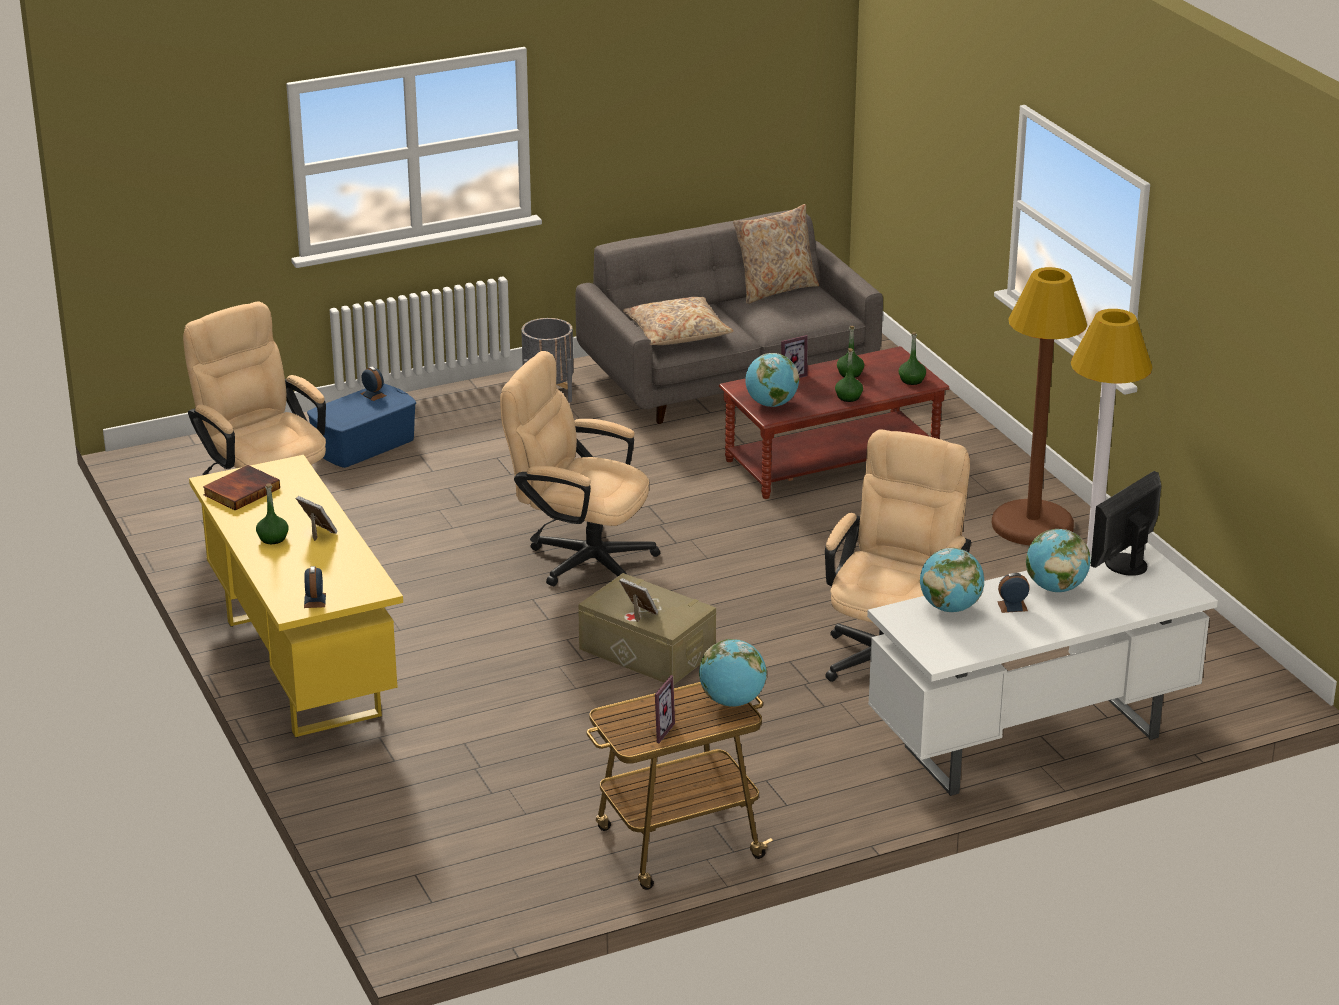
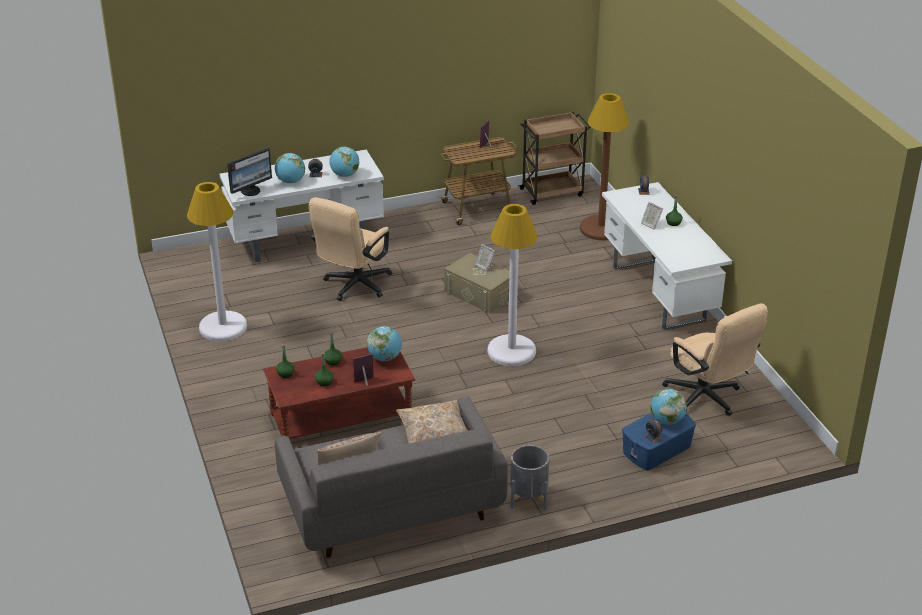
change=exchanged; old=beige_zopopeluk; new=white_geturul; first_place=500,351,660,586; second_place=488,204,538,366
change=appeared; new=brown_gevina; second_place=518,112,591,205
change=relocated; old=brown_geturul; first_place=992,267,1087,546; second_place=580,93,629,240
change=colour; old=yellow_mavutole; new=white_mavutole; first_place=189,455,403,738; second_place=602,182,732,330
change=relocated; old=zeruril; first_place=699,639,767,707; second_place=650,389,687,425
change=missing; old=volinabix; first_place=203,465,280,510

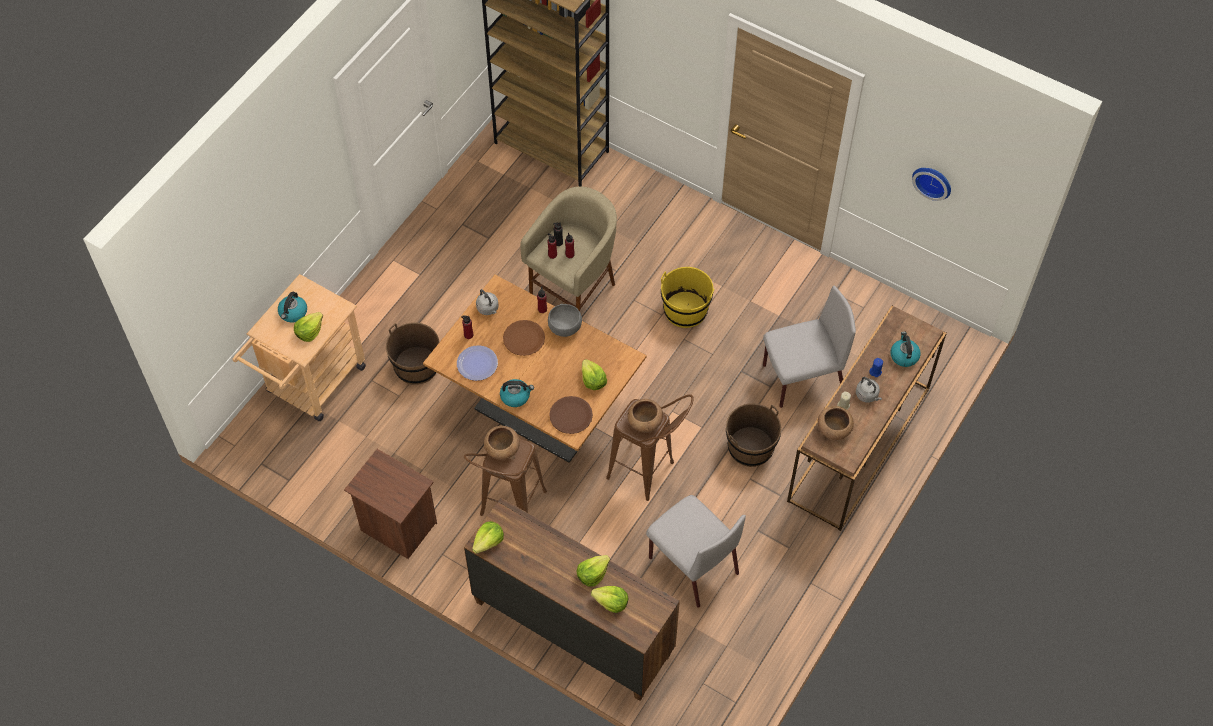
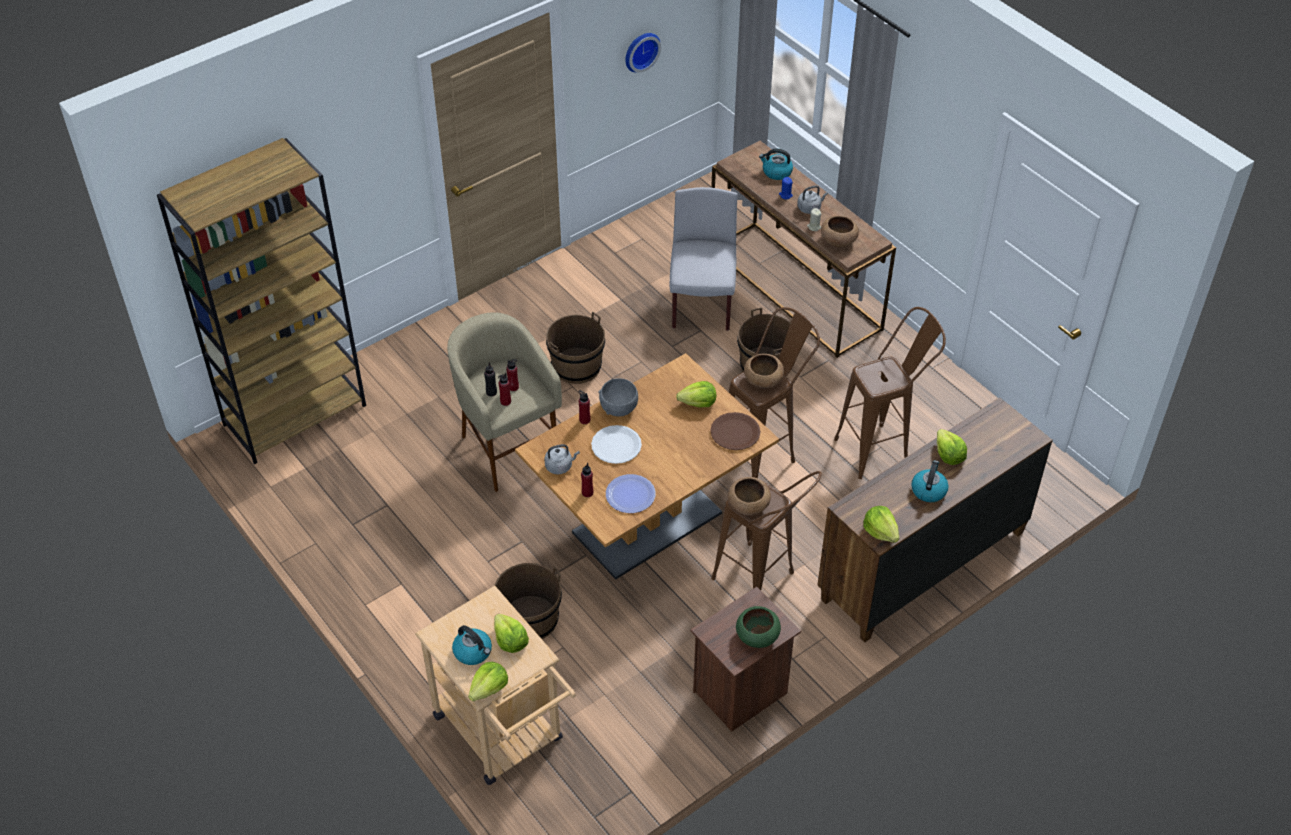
change=relocated; old=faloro; first_place=591,586,629,613; second_place=468,662,508,701
change=colour; old=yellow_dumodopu; new=brown_dumodopu; first_place=661,267,714,328; second_place=546,312,605,384
change=colour; old=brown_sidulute; new=white_sidulute; first_place=503,320,545,356; second_place=591,425,642,464
change=appeared; new=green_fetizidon; second_place=736,606,781,648
change=exchanged; old=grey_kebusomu; new=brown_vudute; first_place=646,495,746,608; second_place=834,307,946,479
change=relocated; old=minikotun; first_place=500,379,534,407; second_place=911,460,949,502

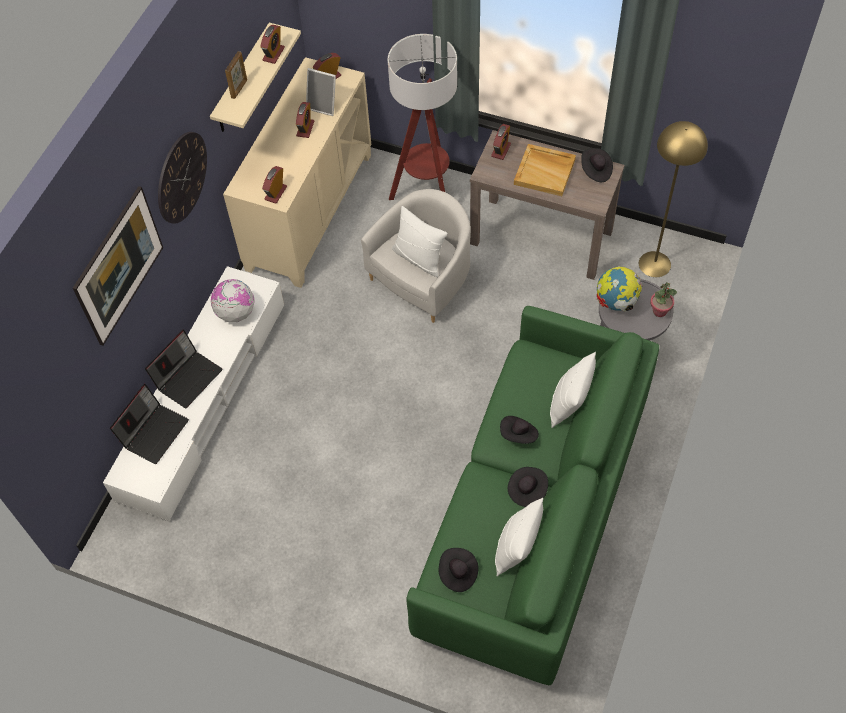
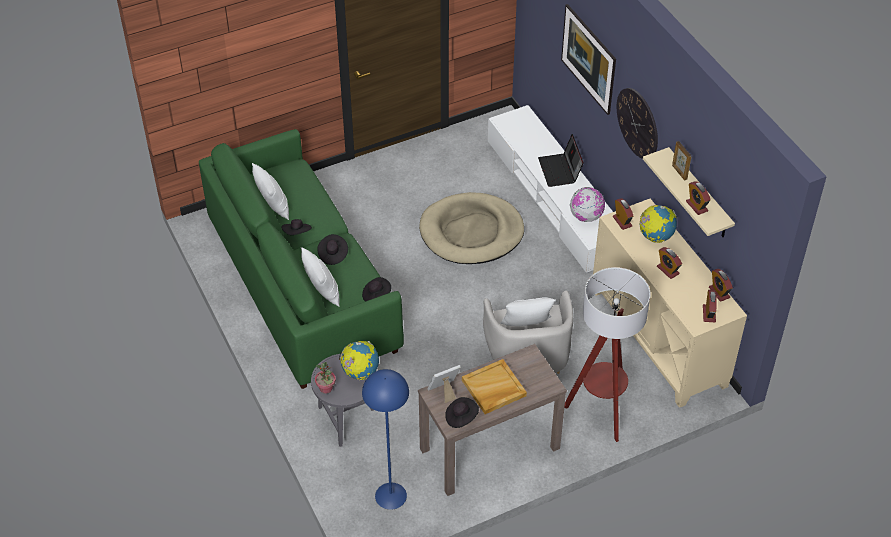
change=relocated; old=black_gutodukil; first_place=439,548,478,592; second_place=362,277,392,302
change=colour; old=yellow_geturul; new=blue_geturul; first_place=639,121,708,277; second_place=362,369,409,510
change=appeared; new=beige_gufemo; second_place=419,192,524,264
change=relocated; old=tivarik; first_place=306,68,336,116; second_place=428,365,461,403
change=appeared; new=zeruril; second_place=640,205,677,243
change=relocated; old=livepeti; first_place=491,124,511,160; second_place=709,269,733,302
change=missing; old=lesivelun; first_place=110,384,189,464

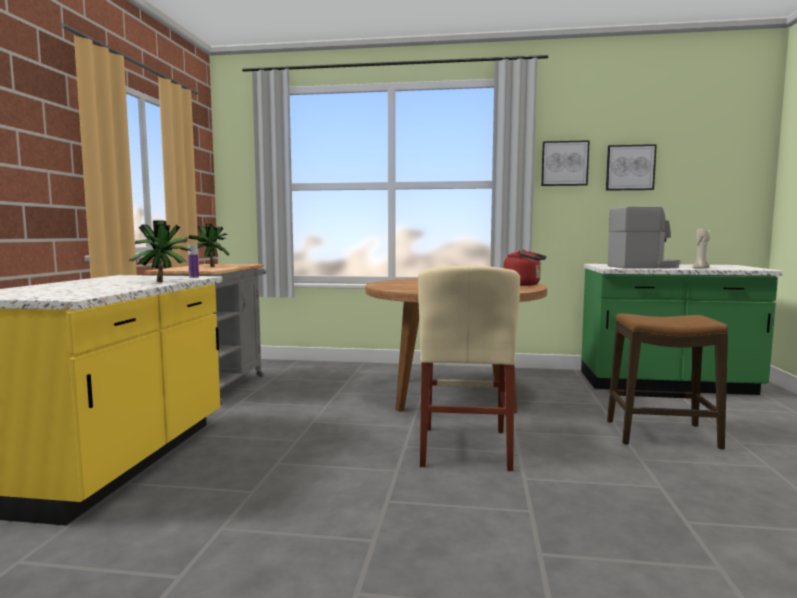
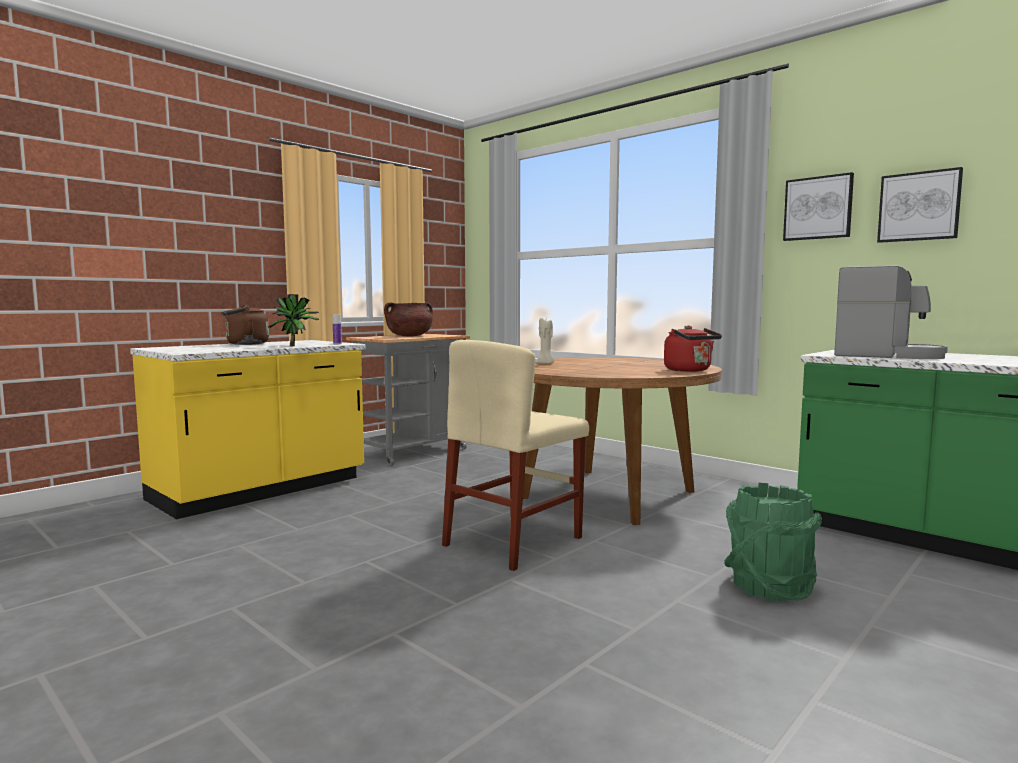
change=appeared; new=brown_minikotun; second_place=221,305,269,345
change=exchanged; old=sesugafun; new=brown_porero; first_place=189,224,230,267; second_place=384,302,433,336
change=relocated; old=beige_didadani; first_place=693,228,710,269; second_place=536,318,554,364
change=exchanged; old=vudute; new=green_dumodopu; first_place=607,314,728,450; second_place=724,483,822,601

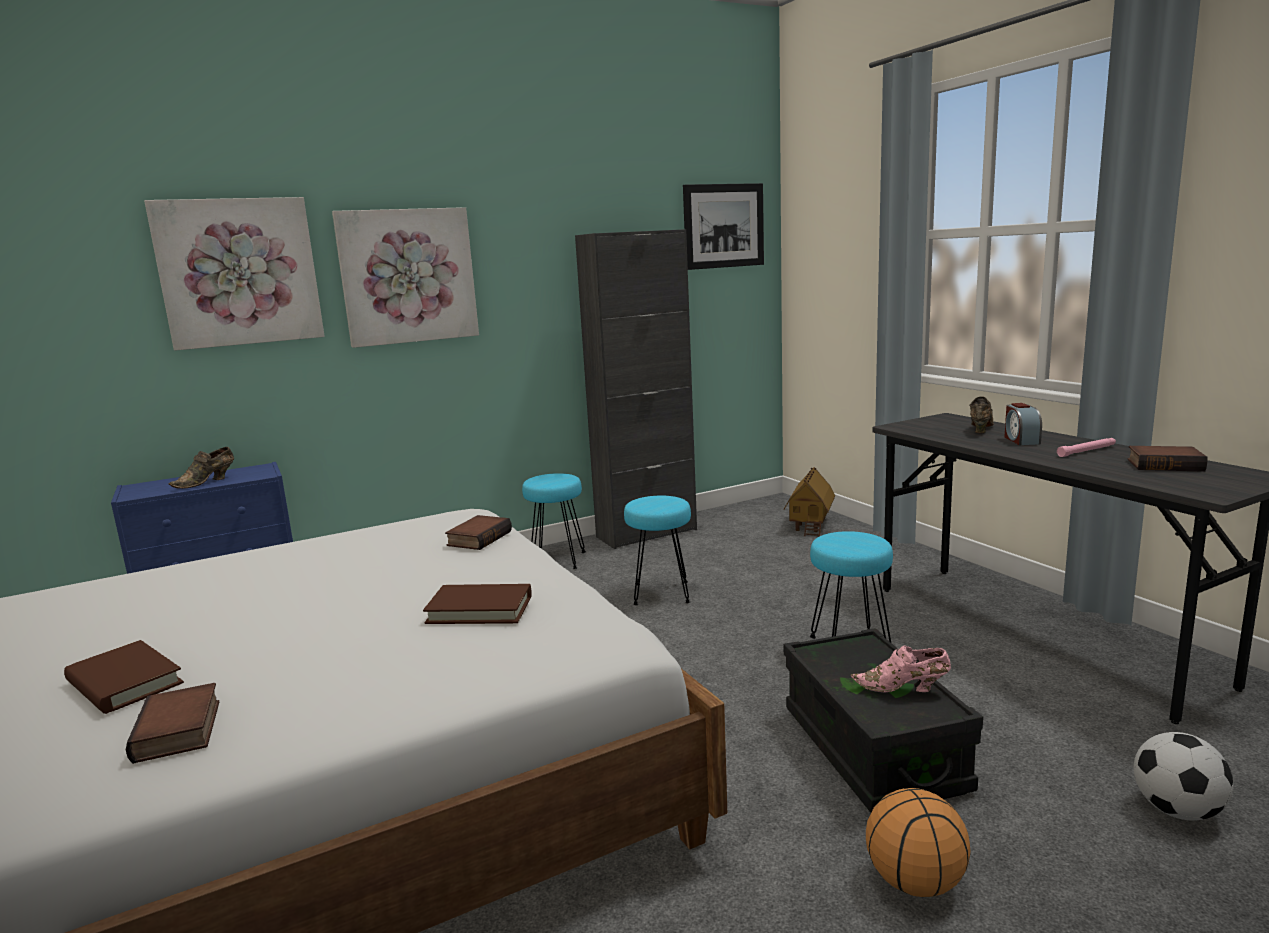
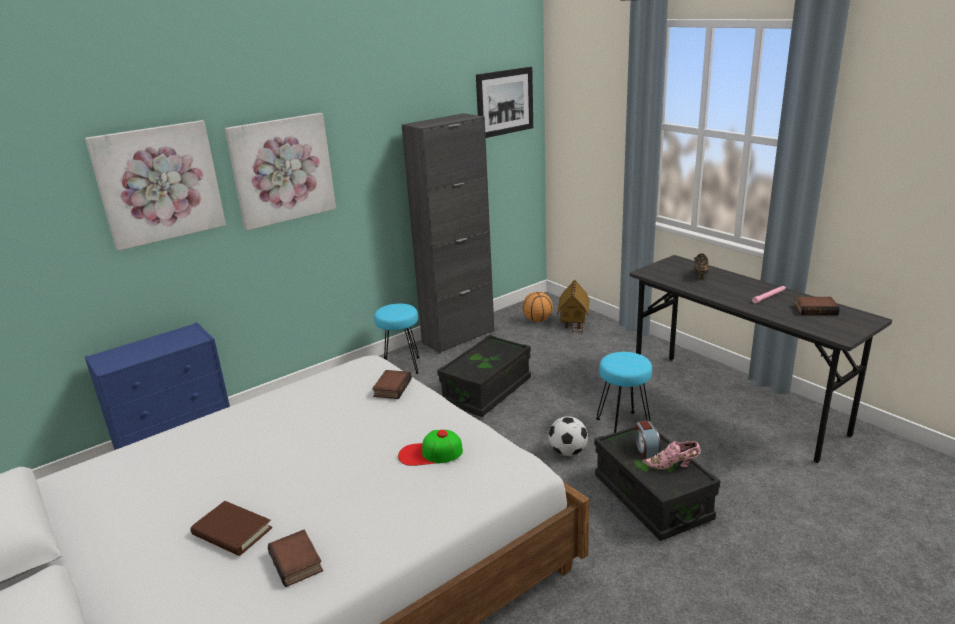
change=exchanged; old=brown_volinabix; new=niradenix; first_place=423,584,532,624; second_place=398,430,463,466
change=exchanged; old=turquoise_vudute; new=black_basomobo; first_place=624,496,691,605; second_place=437,335,531,417
change=relocated; old=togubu; first_place=866,788,971,897; second_place=522,292,553,322
change=relocated; old=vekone; first_place=1134,732,1233,821; second_place=549,416,588,456
change=relocated; old=livepeti; first_place=1004,403,1042,445; second_place=635,420,661,459
change=missing; old=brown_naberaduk; first_place=168,447,234,489

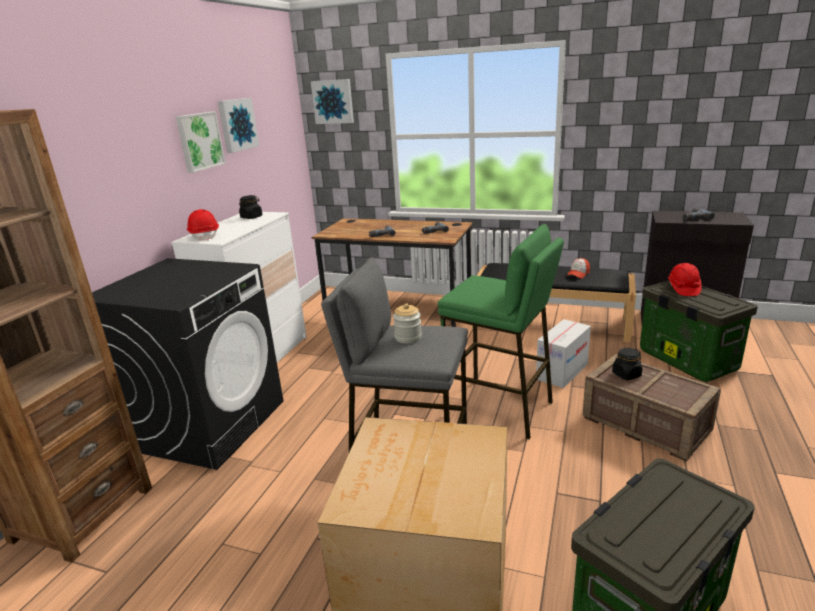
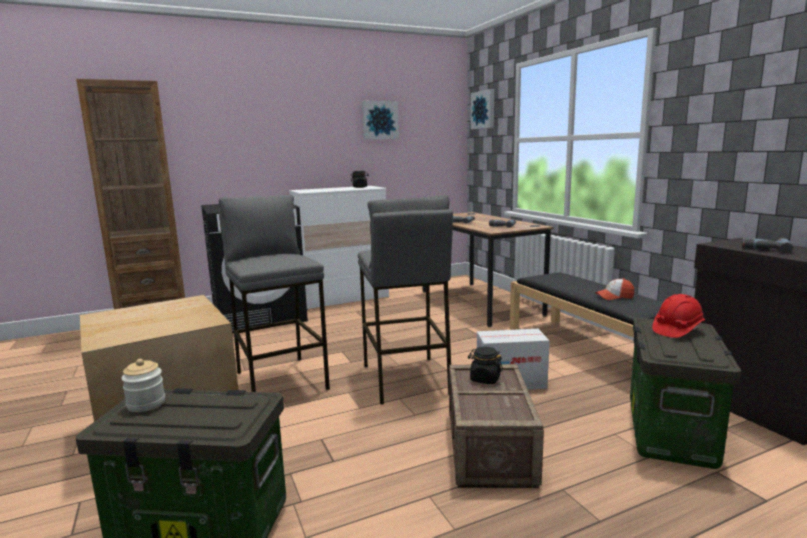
change=relocated; old=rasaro; first_place=393,303,422,343; second_place=121,359,165,412
change=colour; old=green_vudute; new=grey_vudute; first_place=437,224,564,439; second_place=358,195,453,405
change=missing; old=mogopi; first_place=176,111,226,173
change=missing; old=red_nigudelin; first_place=187,209,219,241

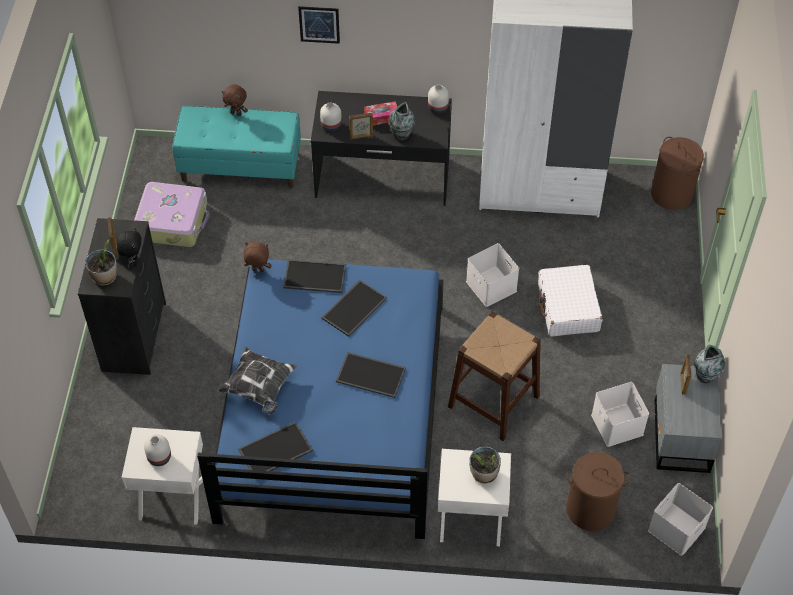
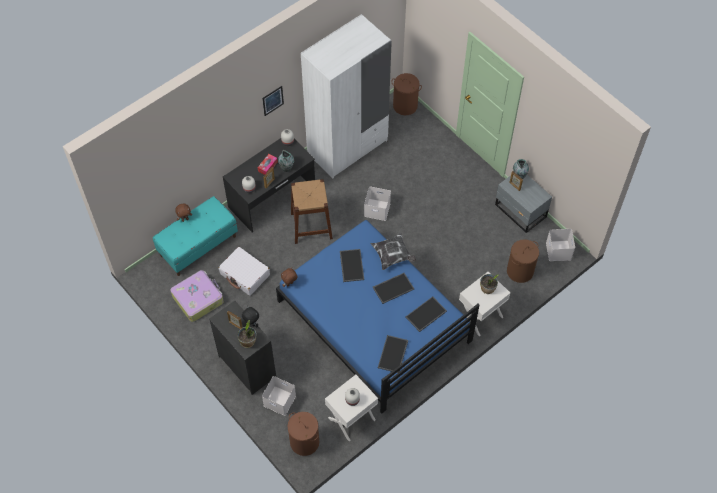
change=relocated; old=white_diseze; first_place=538,265,602,336; second_place=219,247,270,296
change=relocated; old=mogopi; first_place=298,6,340,44; second_place=262,86,284,116
change=relocated; old=white_basomobo; first_place=591,382,649,447; second_place=262,376,296,416
change=appeared; new=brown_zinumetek; second_place=288,412,319,456
change=relocated; old=brown_vudute; first_place=448,312,541,441; second_place=291,179,333,244
change=relocated; old=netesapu; first_place=218,346,297,414; second_place=370,233,416,270
change=relocated; old=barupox; first_place=283,260,346,293; second_place=406,297,447,332

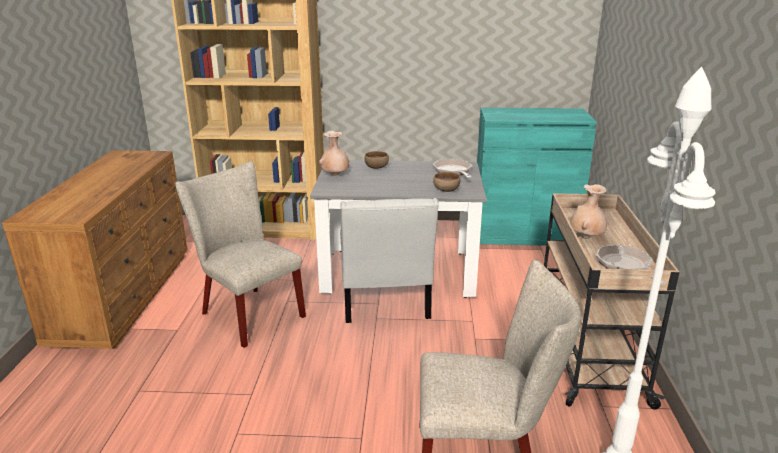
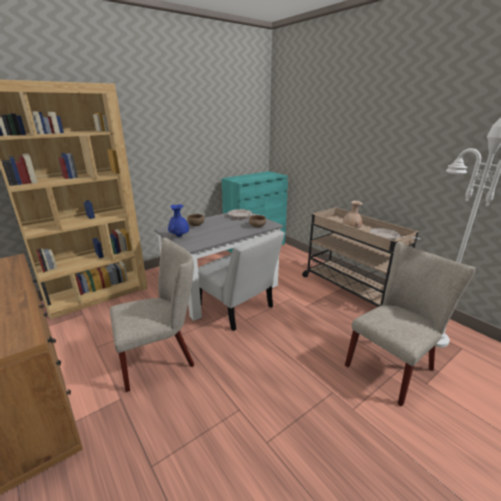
change=spun; old=beige_kebusomu; first_place=175,161,306,348; second_place=110,237,194,392; degrees=150
change=colour; old=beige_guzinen; new=blue_guzinen; first_place=319,131,350,176; second_place=168,204,189,237

